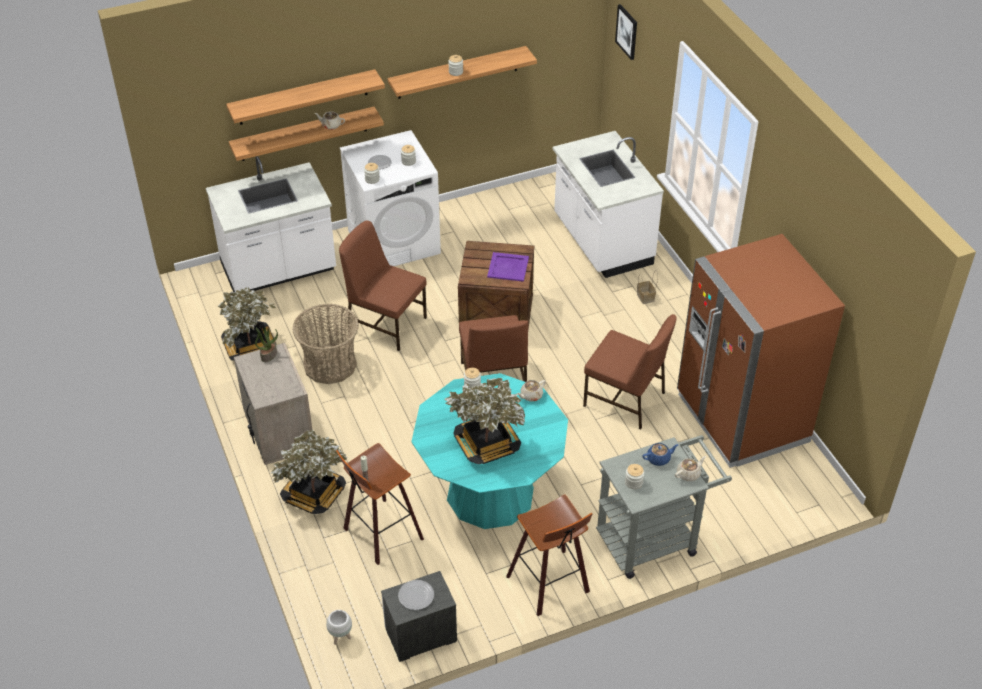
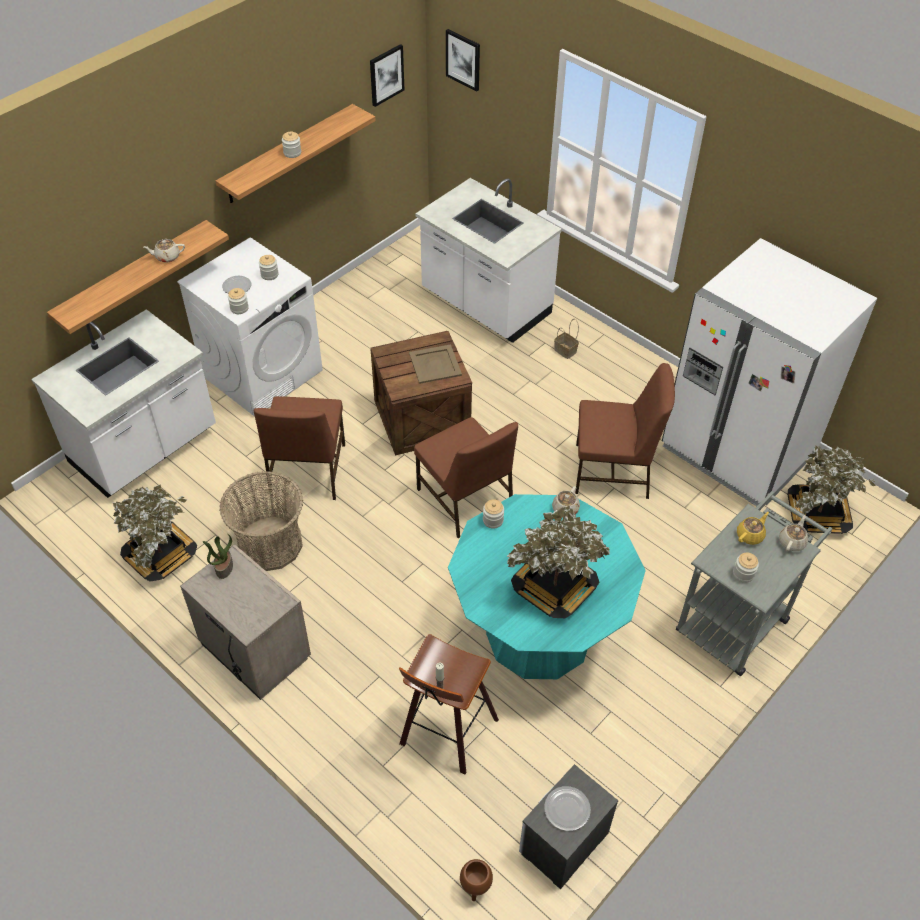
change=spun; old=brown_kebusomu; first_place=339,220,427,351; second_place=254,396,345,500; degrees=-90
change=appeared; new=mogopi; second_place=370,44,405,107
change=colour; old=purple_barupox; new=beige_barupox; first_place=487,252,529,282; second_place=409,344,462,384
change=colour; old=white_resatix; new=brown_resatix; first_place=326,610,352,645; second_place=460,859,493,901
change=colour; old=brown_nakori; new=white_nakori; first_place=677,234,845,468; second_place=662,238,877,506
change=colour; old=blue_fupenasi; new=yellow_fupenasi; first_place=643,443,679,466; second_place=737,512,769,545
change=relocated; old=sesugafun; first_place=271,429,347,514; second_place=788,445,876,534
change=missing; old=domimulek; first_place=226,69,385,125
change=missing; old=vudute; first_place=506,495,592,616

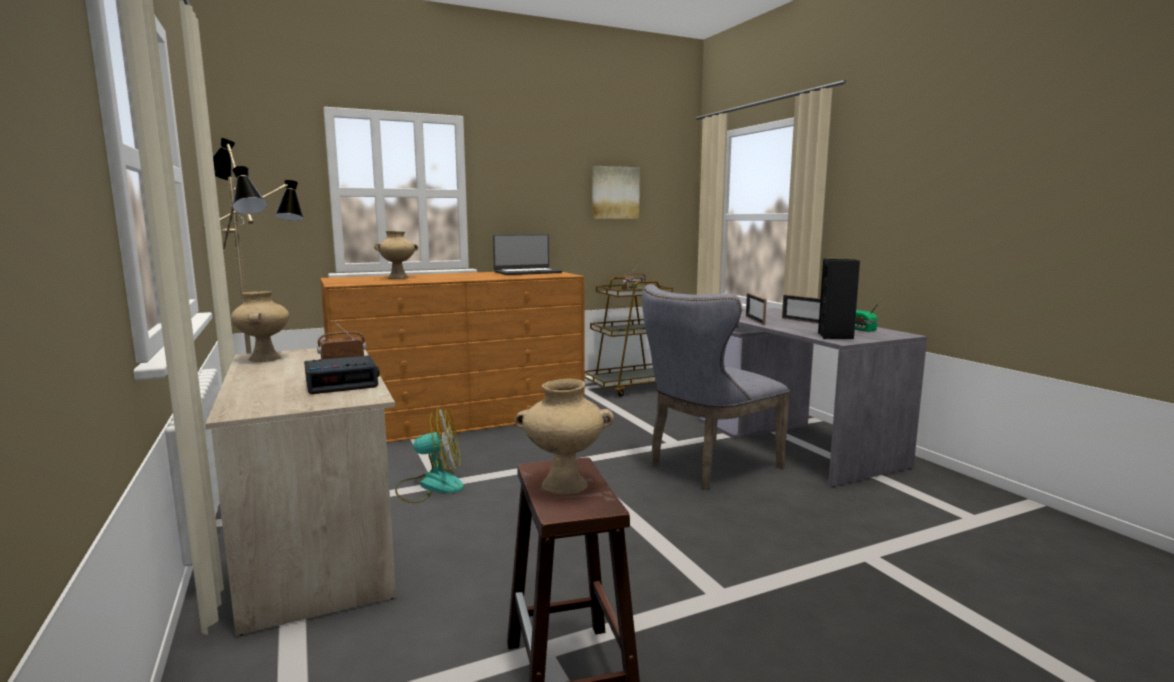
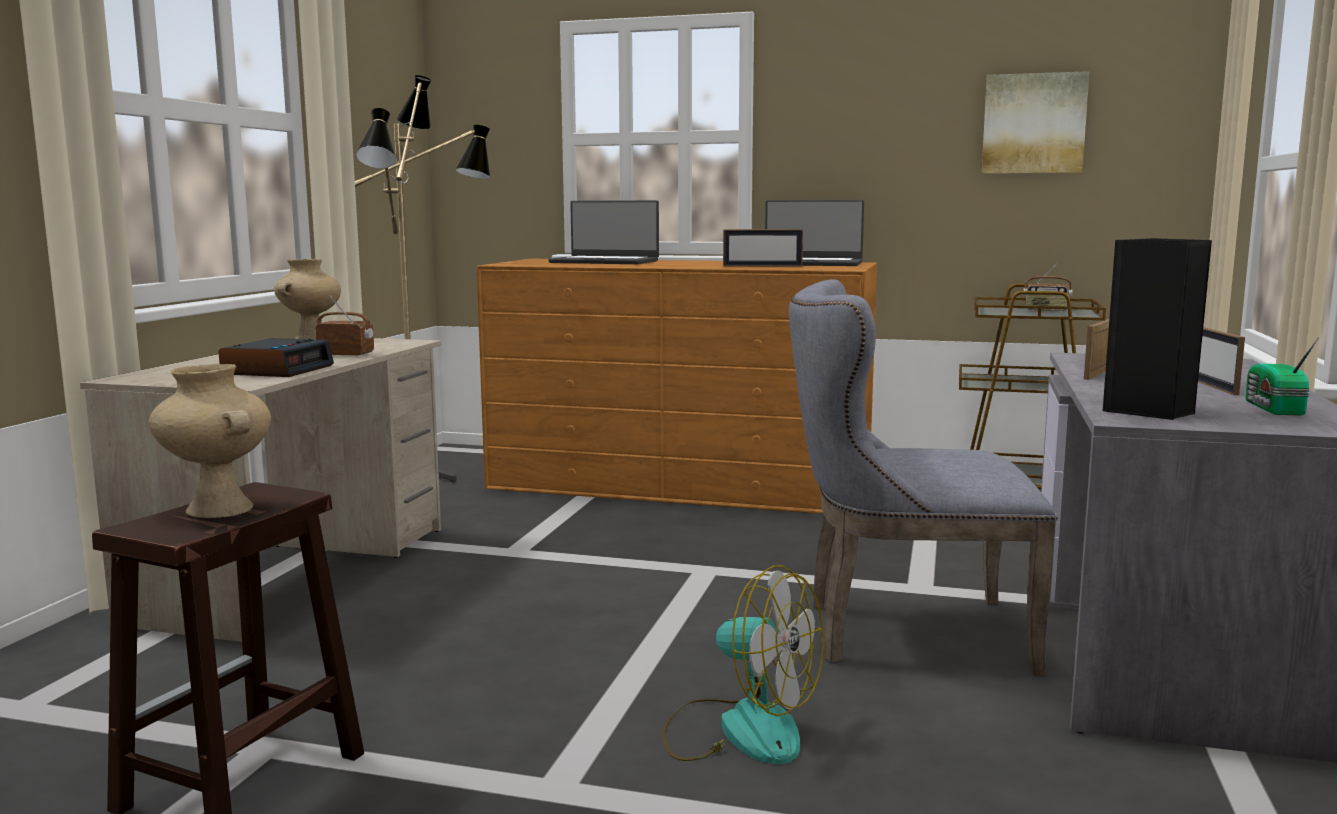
change=spun; old=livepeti; first_place=304,355,380,394; second_place=218,338,334,377; degrees=-90
change=exchanged; old=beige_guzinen; new=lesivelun; first_place=374,231,418,279; second_place=548,200,659,264
change=relocated; old=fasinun; first_place=395,407,464,503; second_place=662,565,824,764
change=appeared; new=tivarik; second_place=723,229,803,267

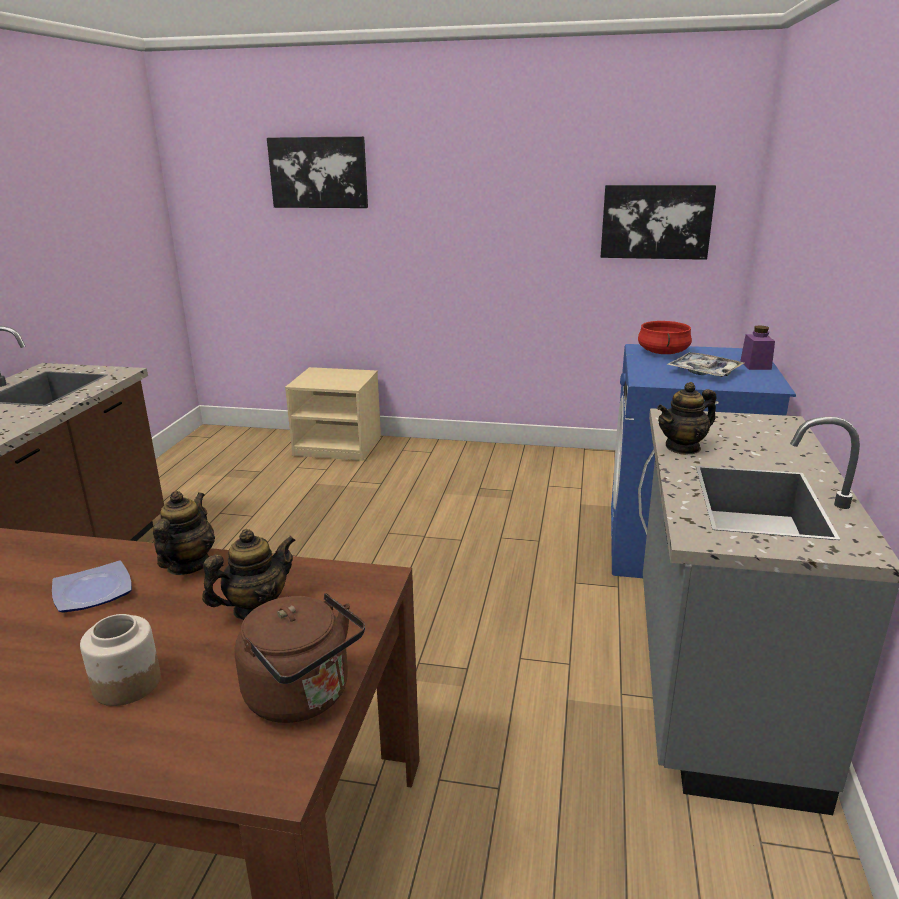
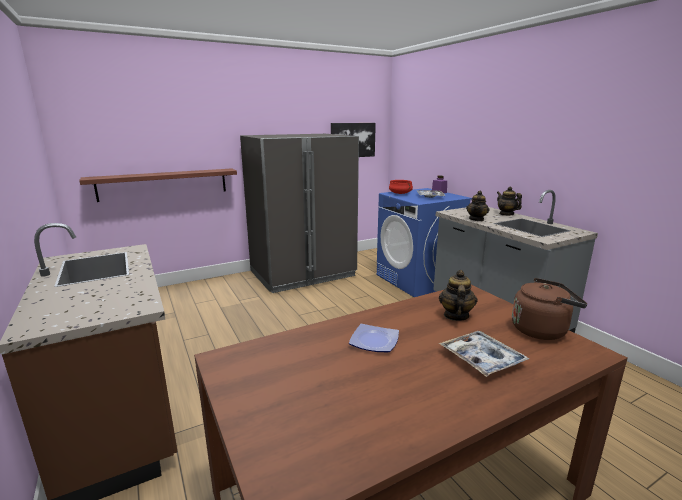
change=appeared; new=domimulek; second_place=79,168,237,202
change=appeared; new=grey_nakori; second_place=240,134,359,293
change=exchanged; old=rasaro; new=barupox; first_place=80,614,161,706; second_place=439,331,529,377
change=relocated; old=fupenasi; first_place=153,491,215,575; second_place=497,187,522,216
change=missing; old=mogopi; first_place=267,136,368,208
change=missing; old=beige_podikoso; first_place=285,367,381,461

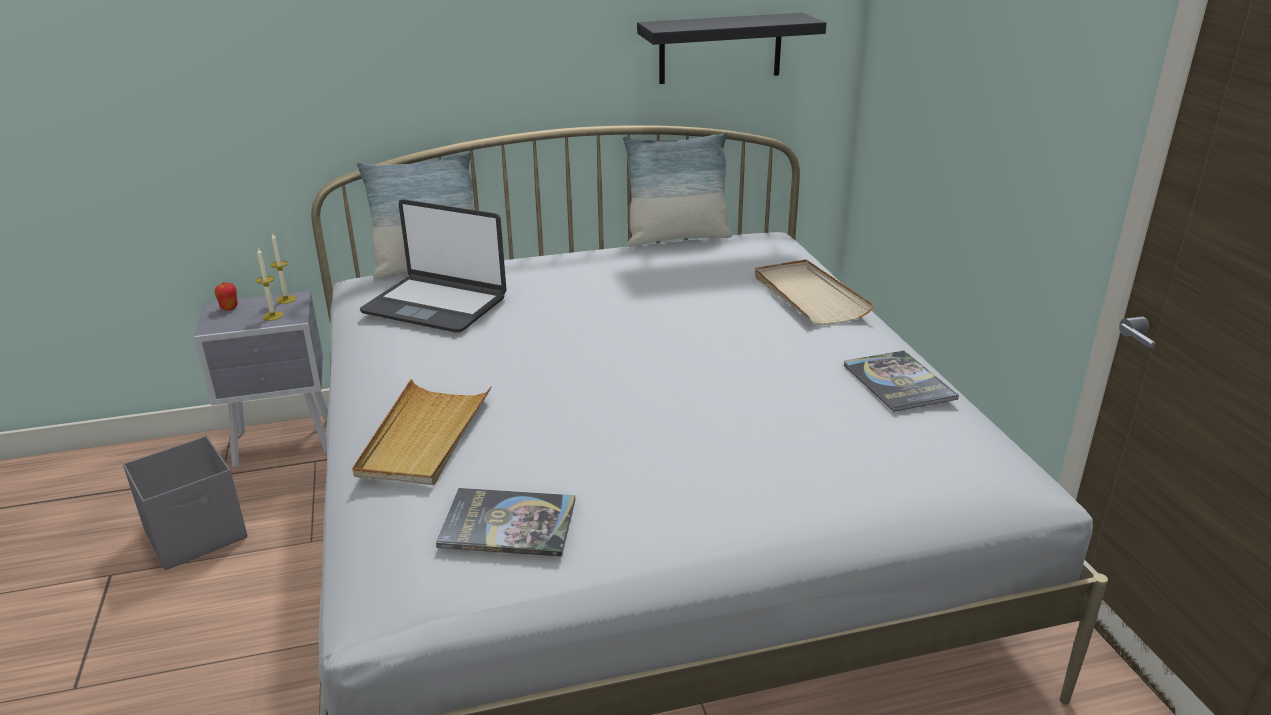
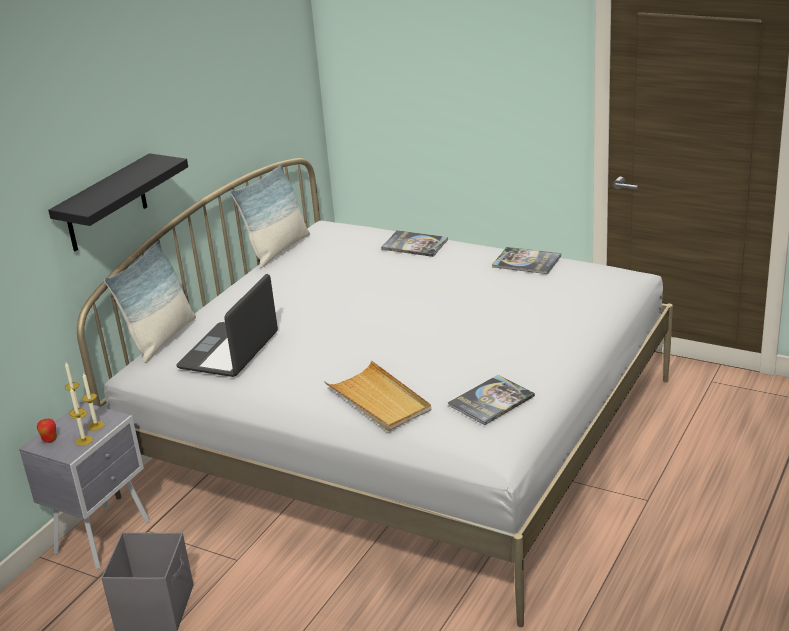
change=relocated; old=black_domimulek; first_place=637,13,826,84; second_place=48,153,188,251
change=appeared; new=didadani; second_place=70,388,93,446
change=spun; old=lesivelun; first_place=360,199,507,333; second_place=176,274,278,377; degrees=135
change=exchanged; old=beige_barupox; new=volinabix; first_place=755,259,875,325; second_place=381,230,448,257

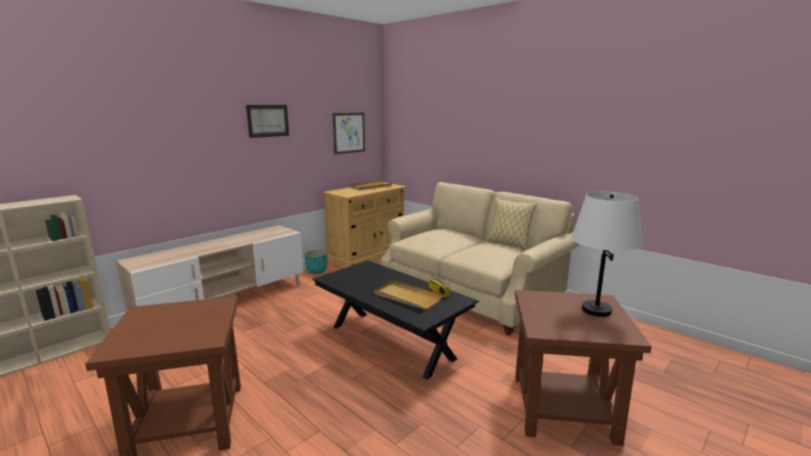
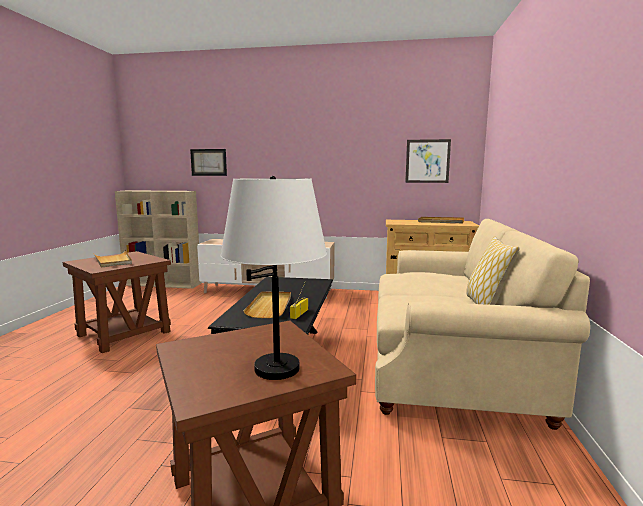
change=appeared; new=beige_barupox; second_place=93,250,132,267
change=relocated; old=mogopi; first_place=246,105,289,138; second_place=190,149,227,176
change=missing; old=turquoise_resatix; first_place=304,249,327,274

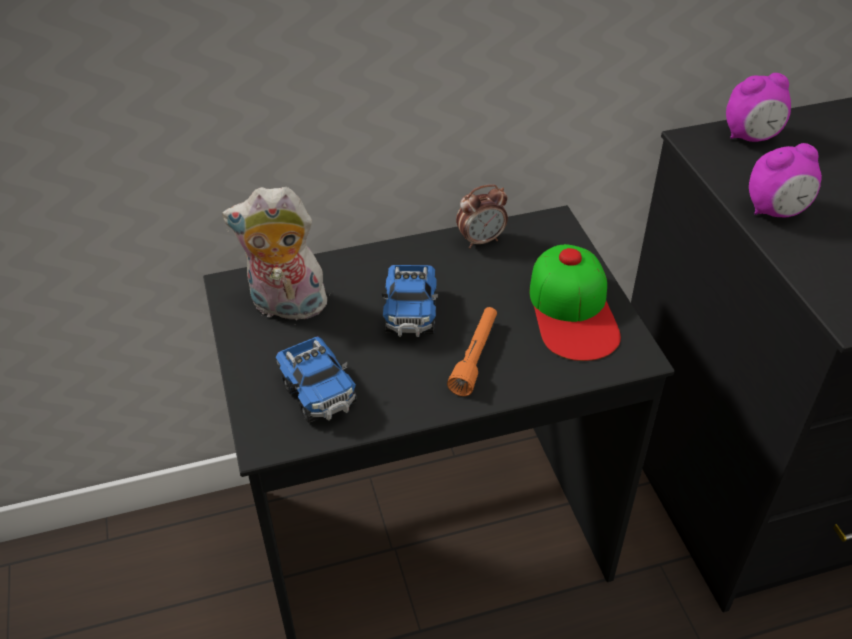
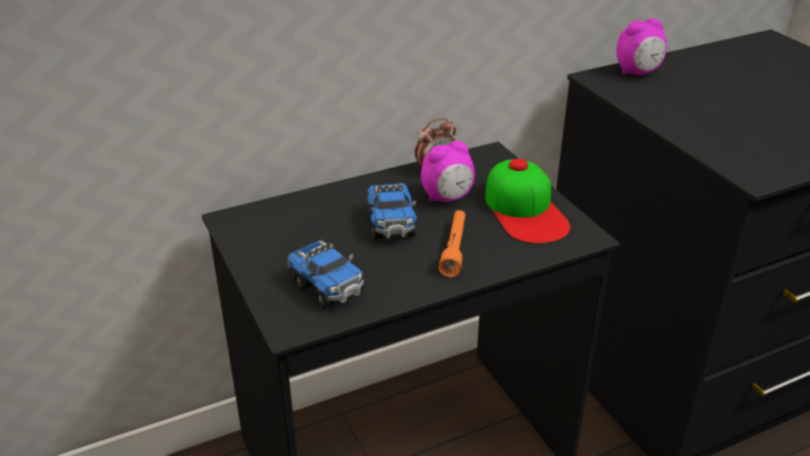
change=relocated; old=livepeti; first_place=749,143,822,217; second_place=421,141,475,202
change=missing; old=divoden; first_place=222,187,330,320

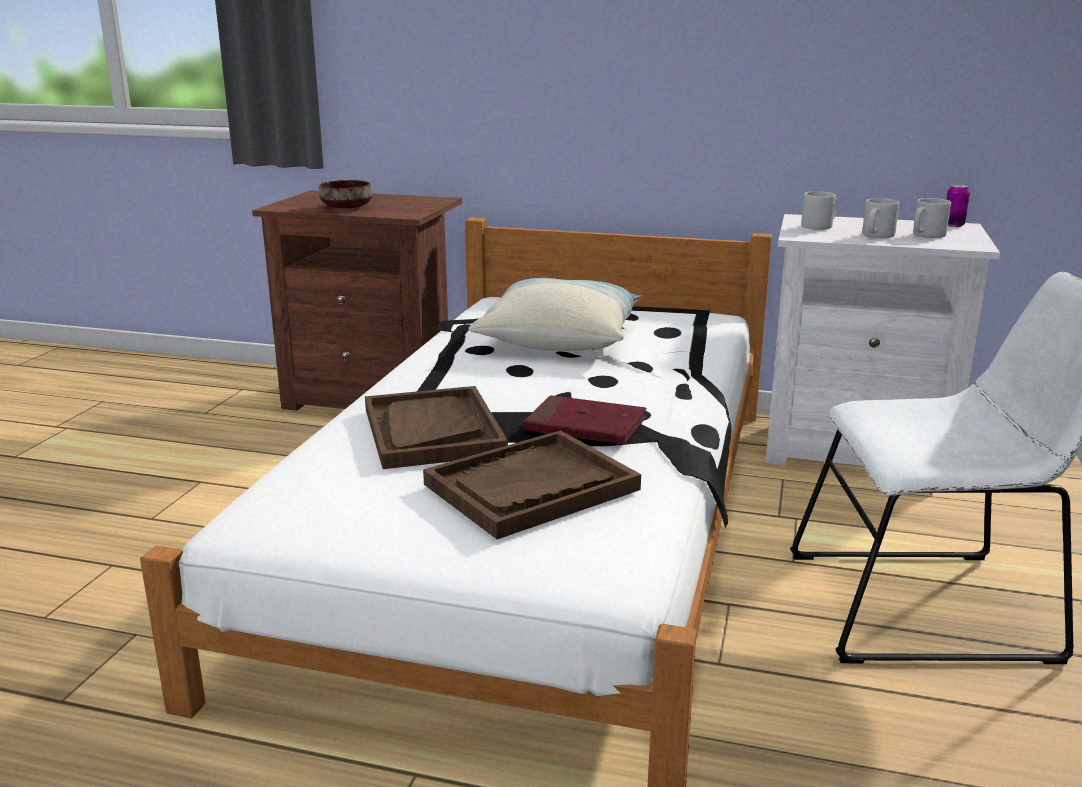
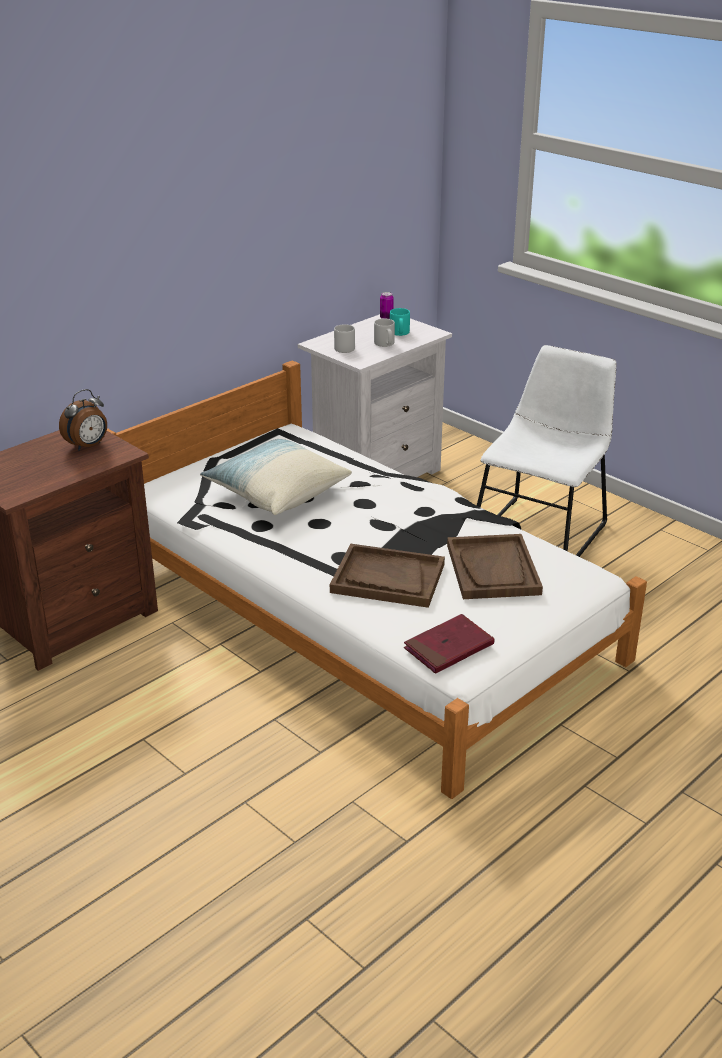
change=appeared; new=livepeti; second_place=59,389,107,451
change=colour; old=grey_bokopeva; new=turquoise_bokopeva; first_place=913,198,951,238; second_place=390,308,410,336
change=relocated; old=red_volinabix; first_place=523,395,647,444; second_place=404,614,495,674
change=missing; old=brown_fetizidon; first_place=319,180,372,209

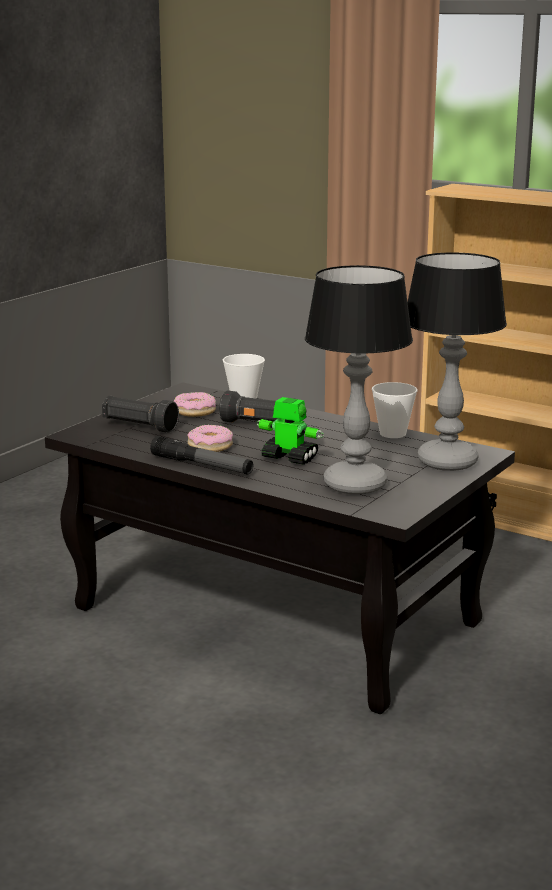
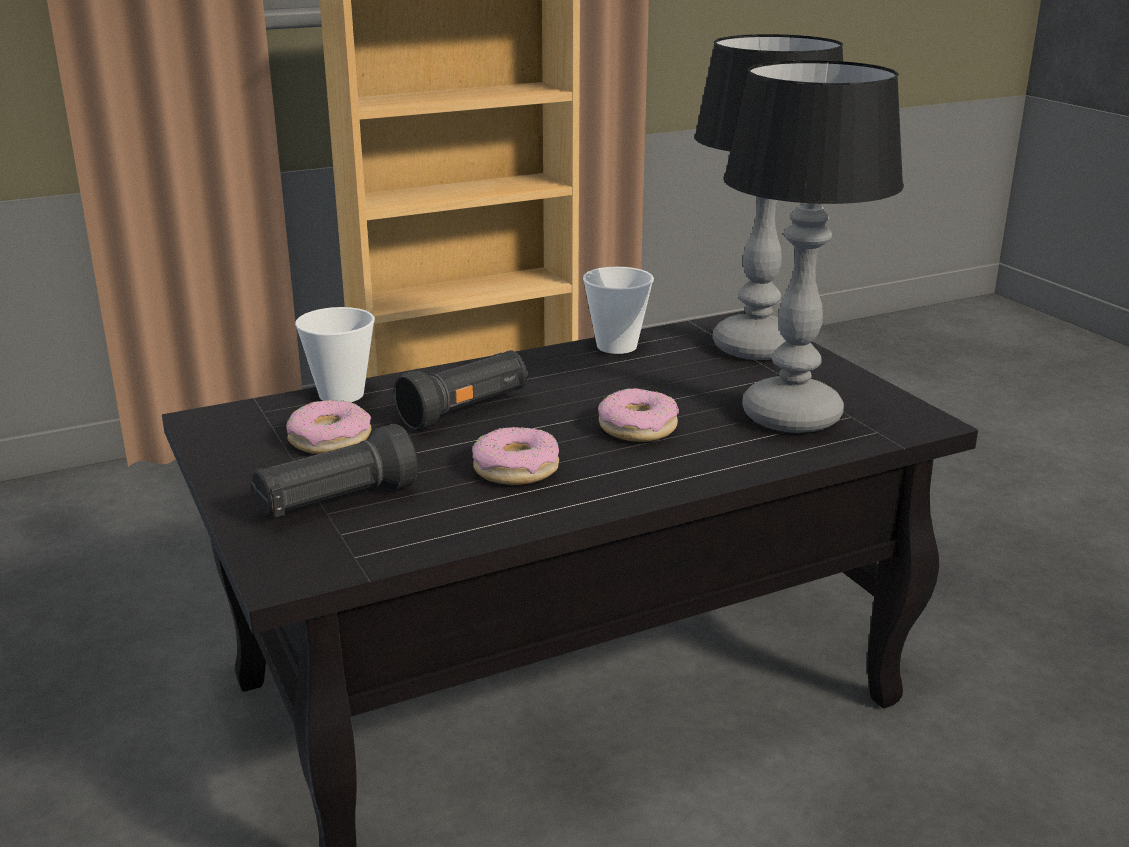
change=exchanged; old=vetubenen; new=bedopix; first_place=256,397,324,465; second_place=598,388,679,442
change=missing; old=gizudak; first_place=150,436,254,475

